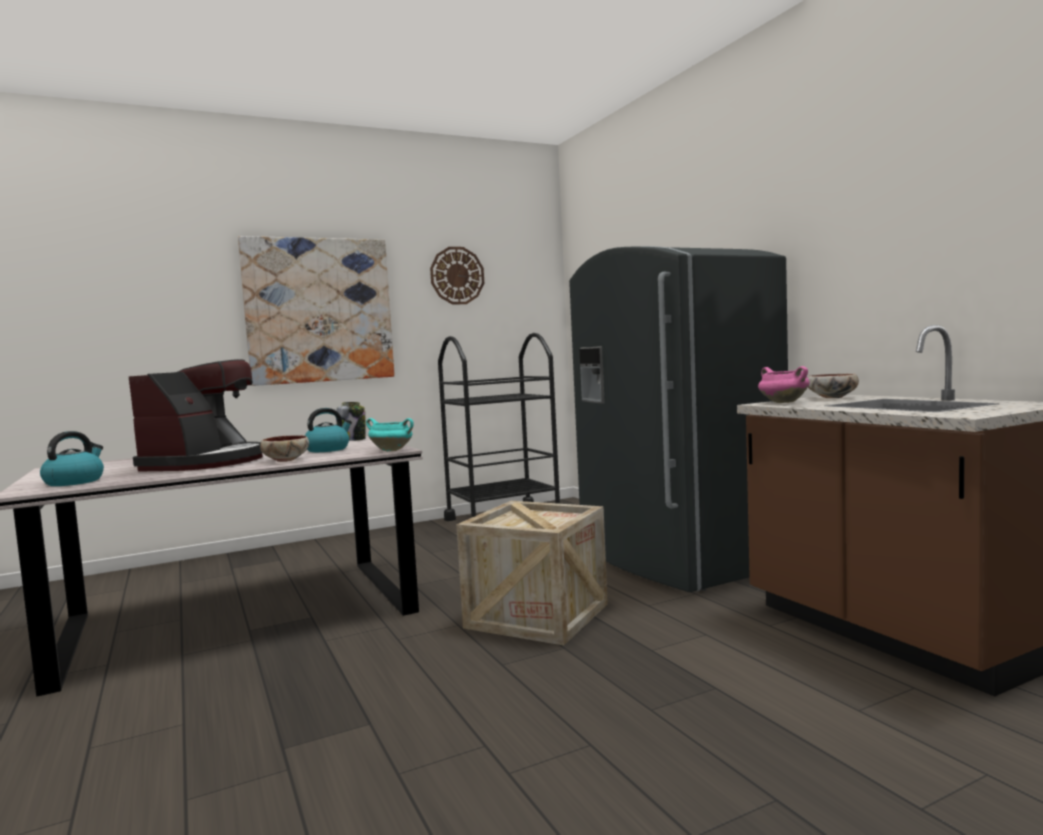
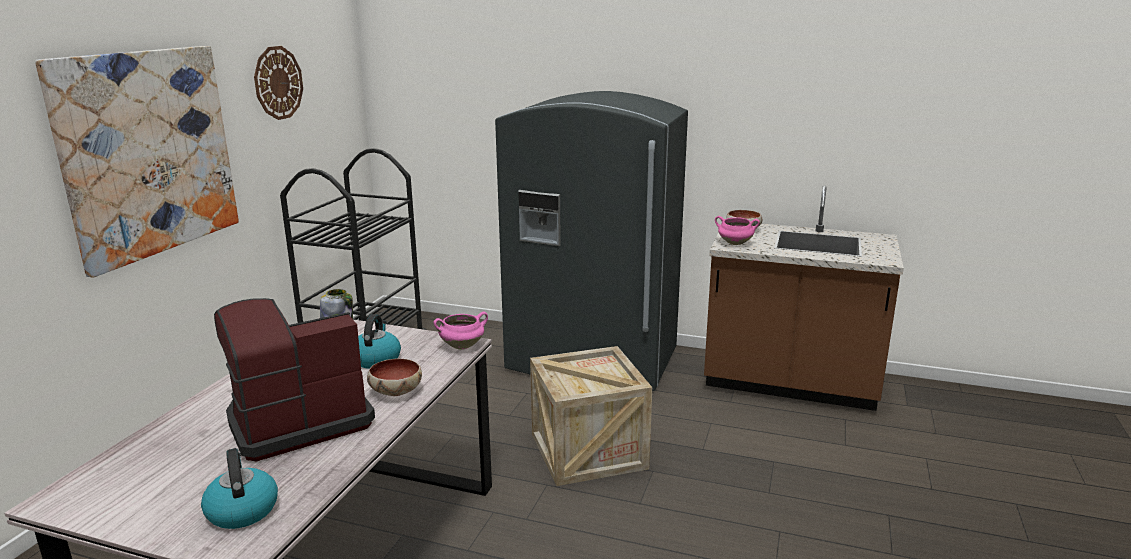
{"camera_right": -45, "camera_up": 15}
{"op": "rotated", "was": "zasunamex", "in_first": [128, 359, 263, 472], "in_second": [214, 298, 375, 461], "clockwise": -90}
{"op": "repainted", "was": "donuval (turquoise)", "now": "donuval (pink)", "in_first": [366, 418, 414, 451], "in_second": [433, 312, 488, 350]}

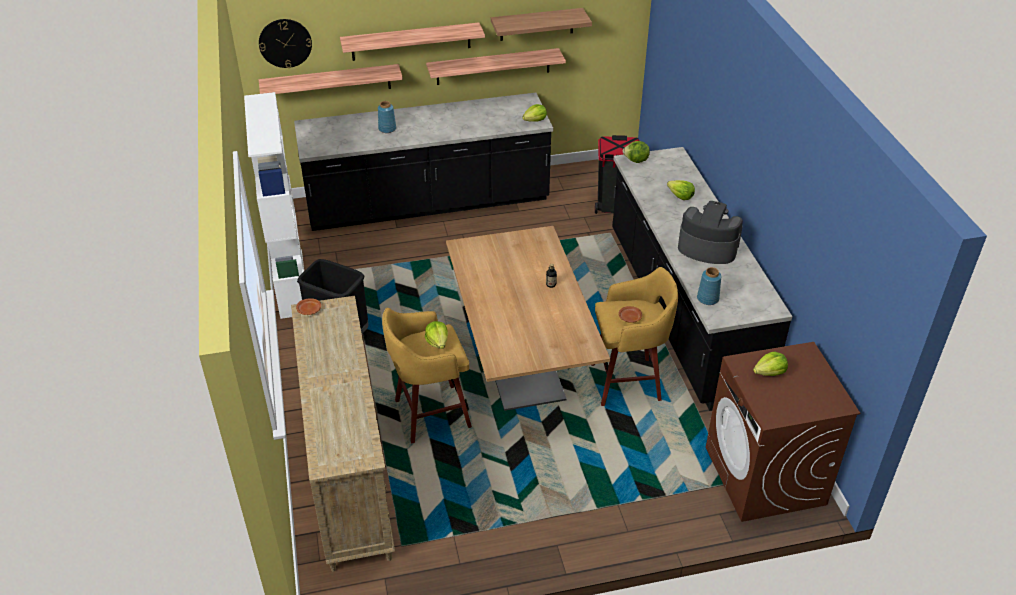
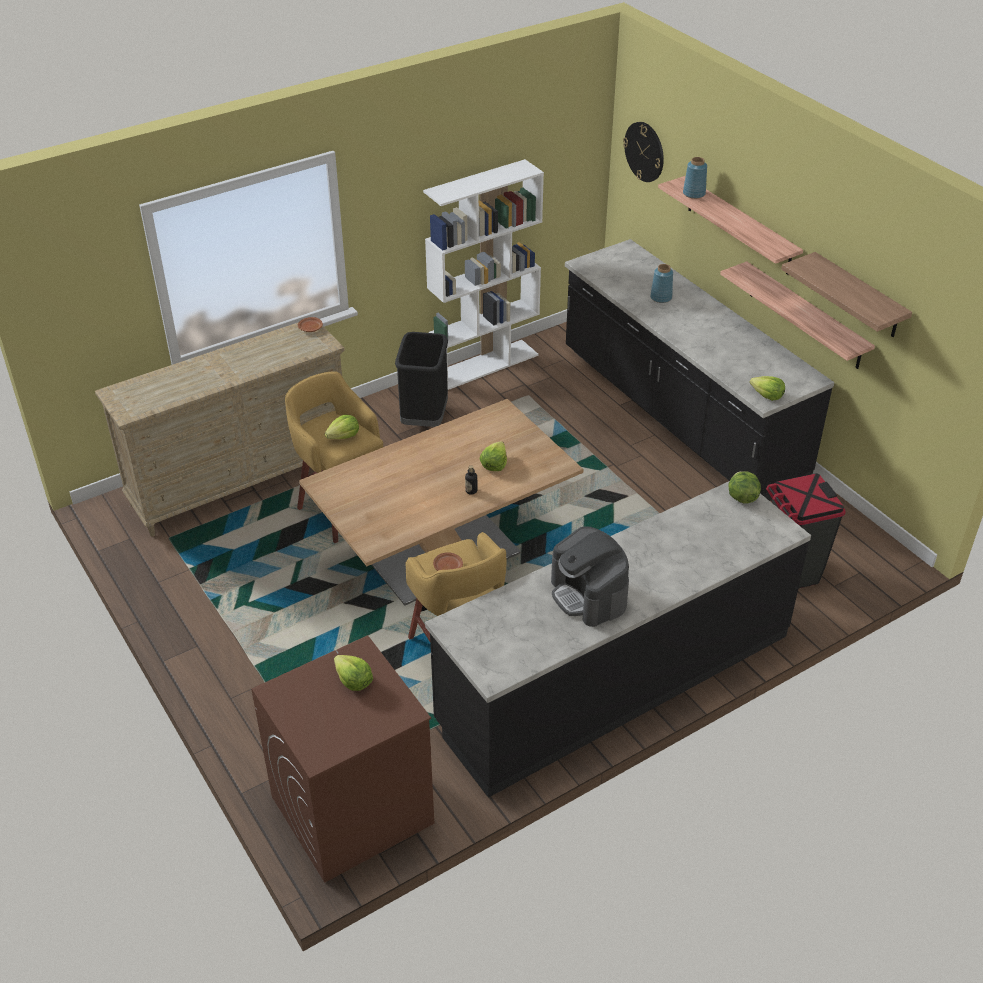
{"camera_right": 70, "camera_up": 0}
{"op": "gone", "was": "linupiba", "in_first": [259, 64, 403, 94]}
{"op": "shifted", "was": "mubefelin", "in_first": [667, 180, 695, 200], "in_second": [480, 441, 507, 471]}
{"op": "rotated", "was": "zasunamex", "in_first": [678, 201, 743, 264], "in_second": [551, 526, 629, 627], "clockwise": 150}
{"op": "shifted", "was": "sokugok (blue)", "in_first": [697, 267, 722, 305], "in_second": [683, 157, 707, 199]}

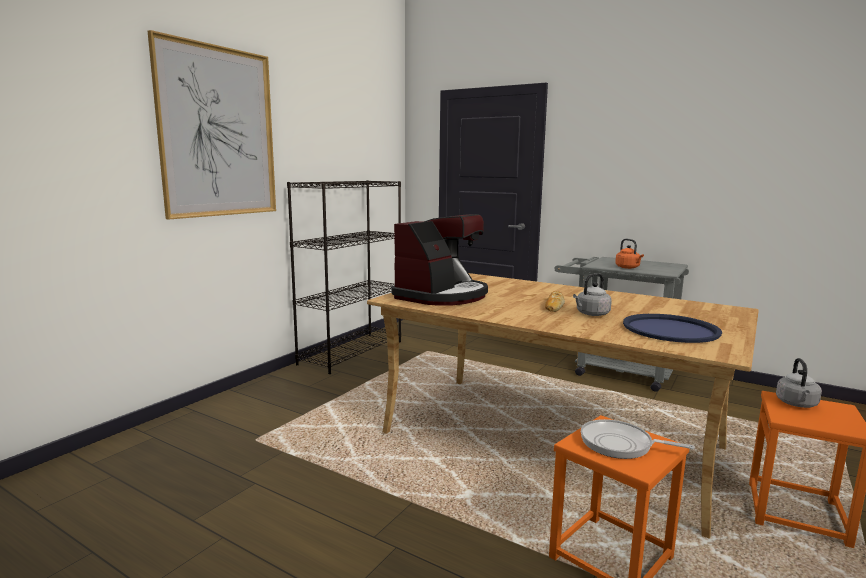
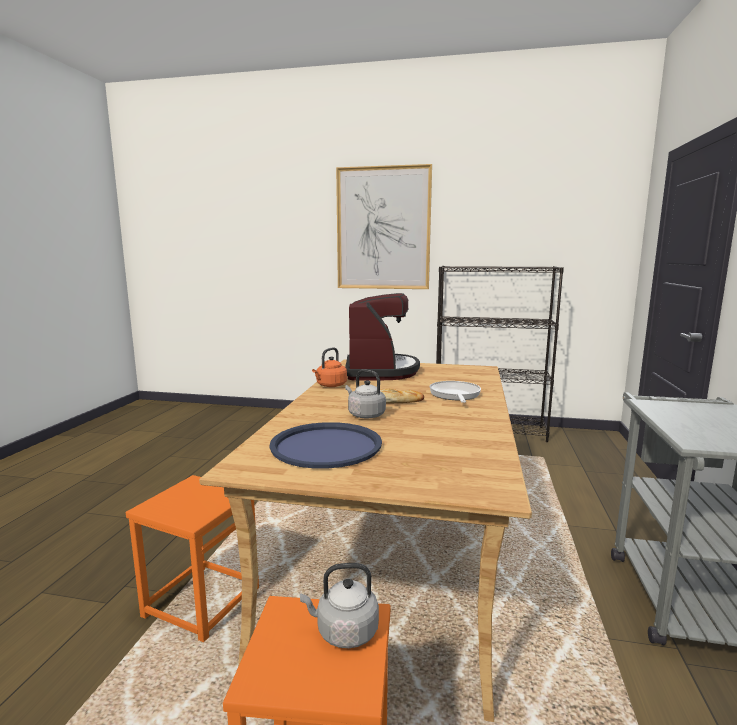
{"camera_right": 70, "camera_up": 0}
{"op": "rotated", "was": "zasunamex", "in_first": [391, 214, 488, 306], "in_second": [345, 293, 420, 380], "clockwise": -105}
{"op": "shifted", "was": "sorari", "in_first": [581, 419, 695, 459], "in_second": [430, 381, 481, 403]}
{"op": "shifted", "was": "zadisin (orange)", "in_first": [615, 239, 644, 269], "in_second": [312, 347, 347, 387]}

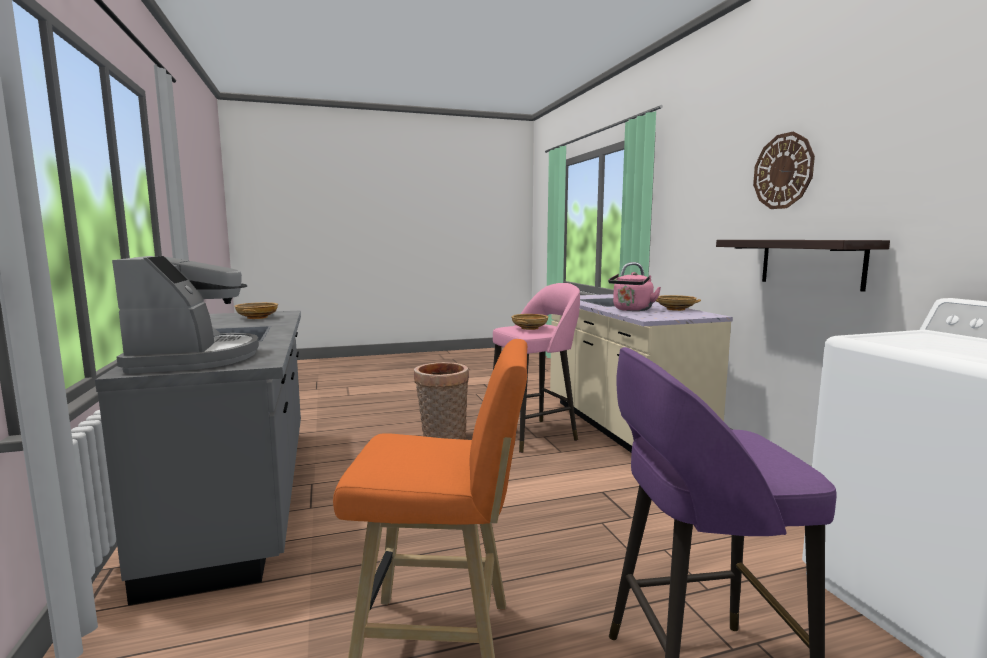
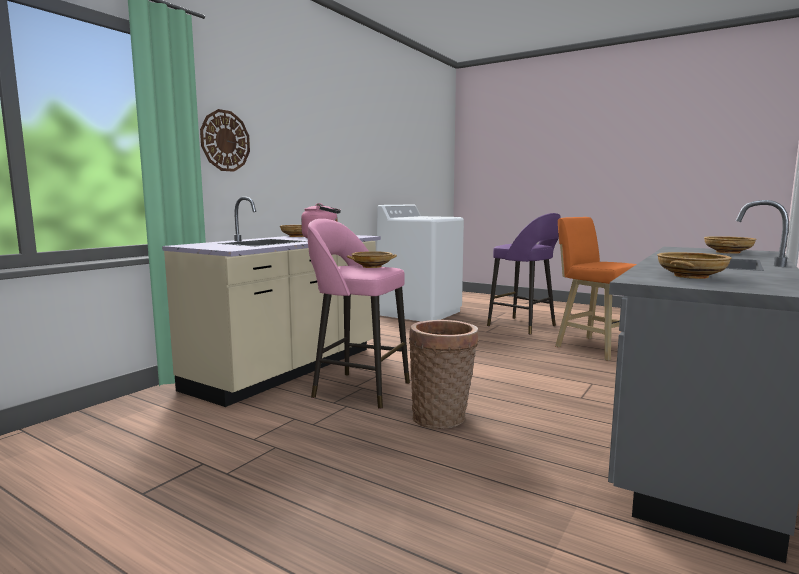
{"camera_right": -130, "camera_up": 0}
{"op": "swapped", "was": "zasunamex", "now": "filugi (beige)", "in_first": [112, 256, 259, 374], "in_second": [704, 236, 757, 254]}
{"op": "gone", "was": "linupiba", "in_first": [716, 240, 890, 292]}
{"op": "shifted", "was": "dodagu", "in_first": [753, 132, 815, 209], "in_second": [200, 109, 250, 172]}

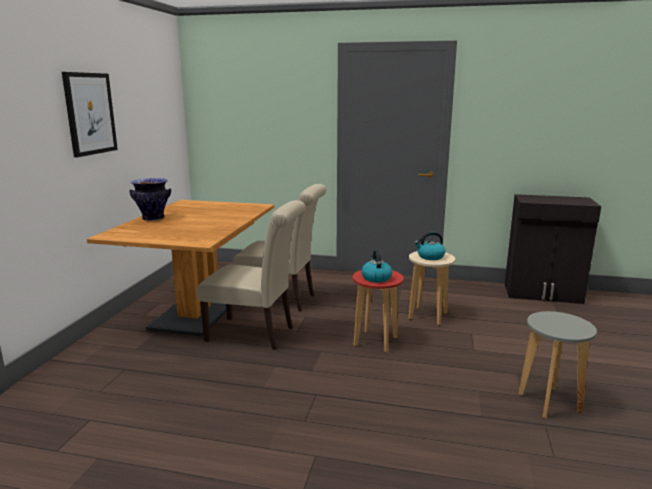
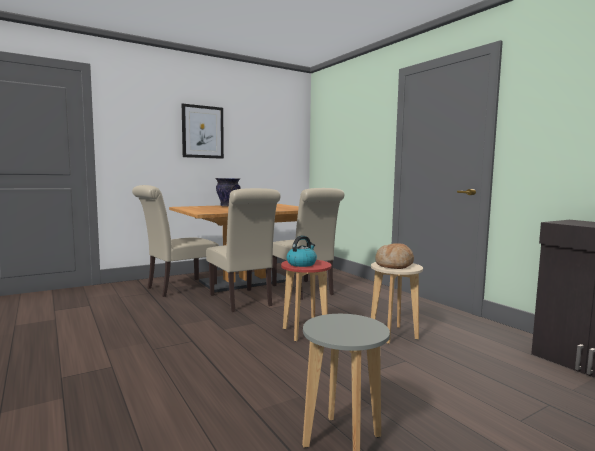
{"camera_right": 45, "camera_up": -10}
{"op": "swapped", "was": "zadisin", "now": "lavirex", "in_first": [414, 232, 445, 260], "in_second": [375, 243, 414, 269]}
{"op": "new", "now": "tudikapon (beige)", "in_second": [132, 185, 219, 297]}

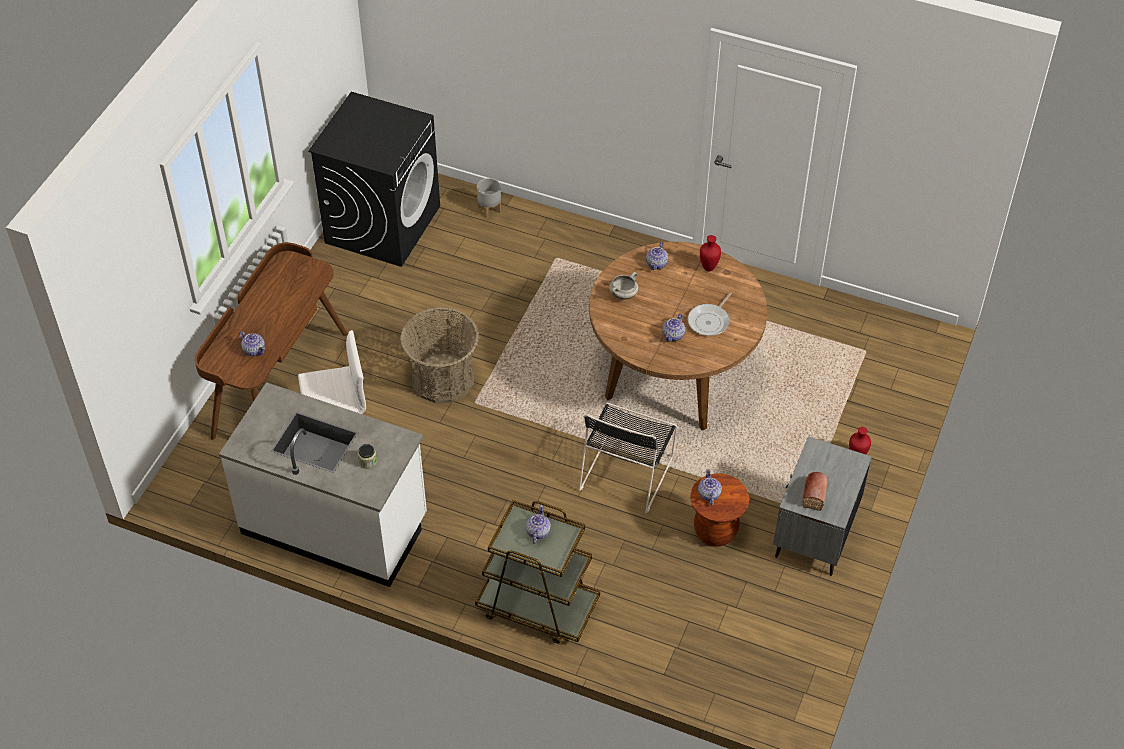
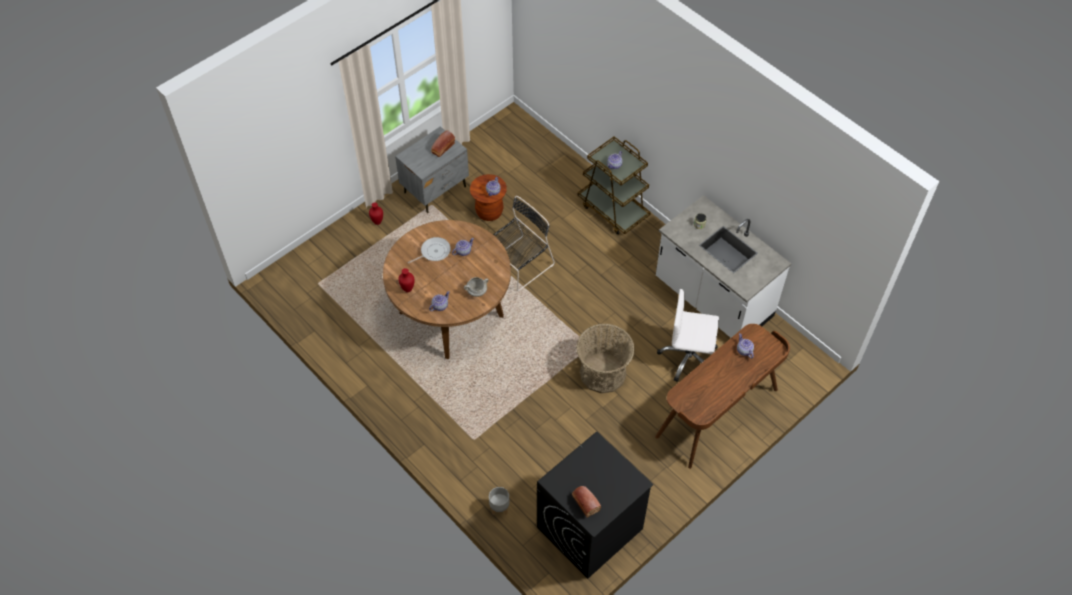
{"camera_right": -155, "camera_up": 5}
{"op": "new", "now": "lavirex", "in_second": [572, 486, 601, 518]}

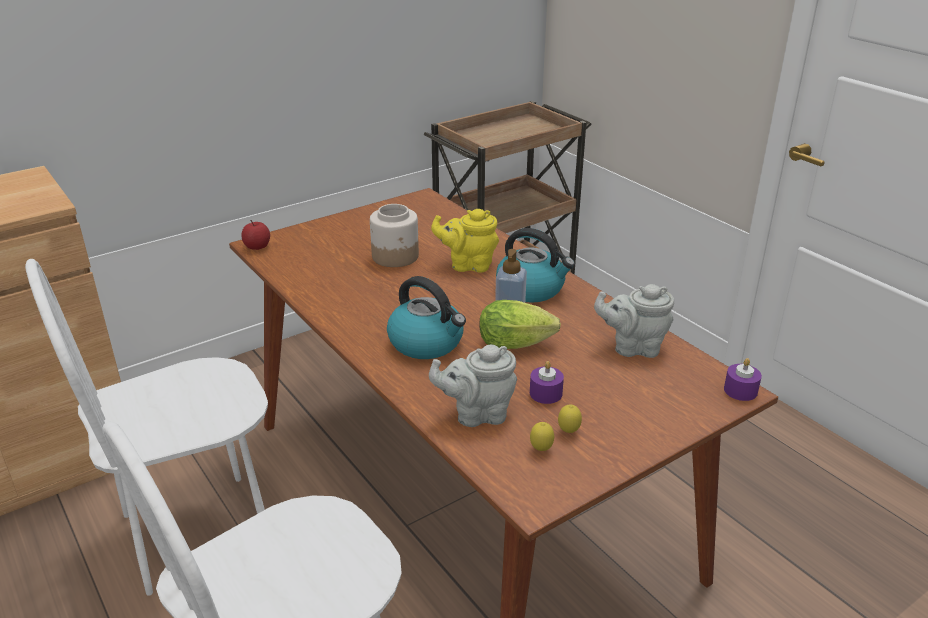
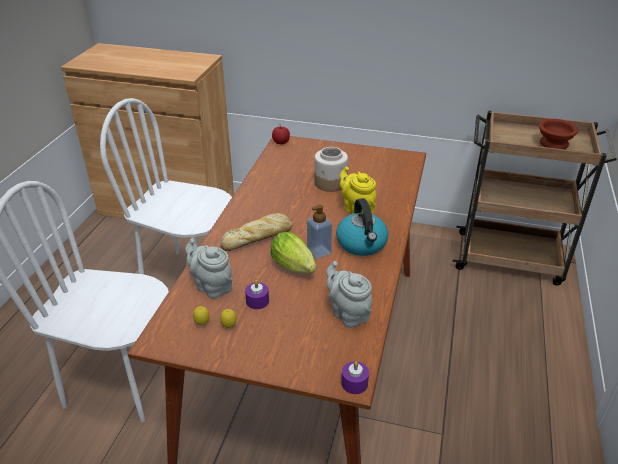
{"camera_right": 50, "camera_up": 5}
{"op": "swapped", "was": "zadisin", "now": "lavirex", "in_first": [387, 276, 466, 359], "in_second": [220, 213, 292, 251]}
{"op": "new", "now": "filugi (brown)", "in_second": [539, 119, 578, 149]}

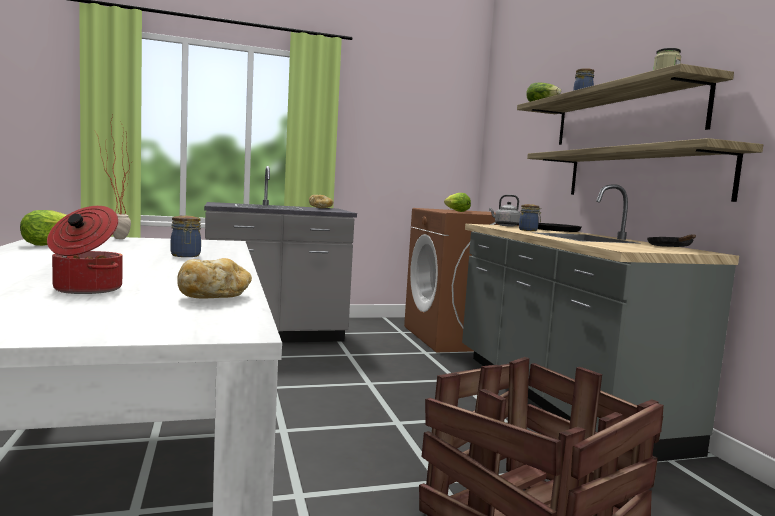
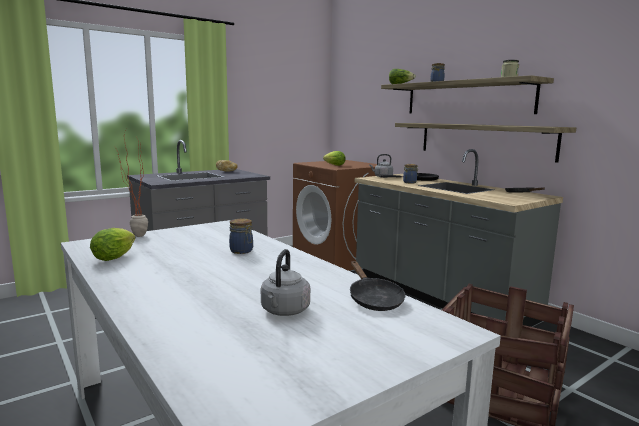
{"camera_right": -20, "camera_up": 5}
{"op": "swapped", "was": "donuval", "now": "zadisin (grey)", "in_first": [47, 206, 122, 294], "in_second": [261, 249, 310, 316]}
{"op": "swapped", "was": "lavirex", "now": "sorari (black)", "in_first": [177, 258, 252, 298], "in_second": [350, 261, 405, 311]}

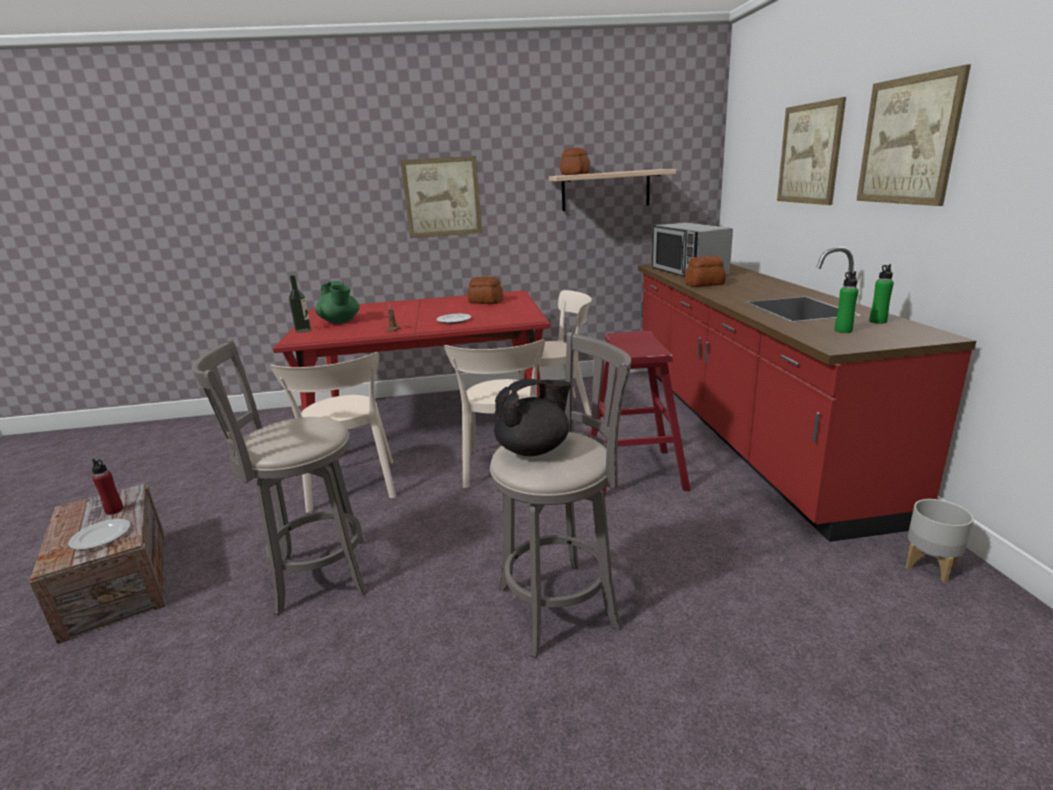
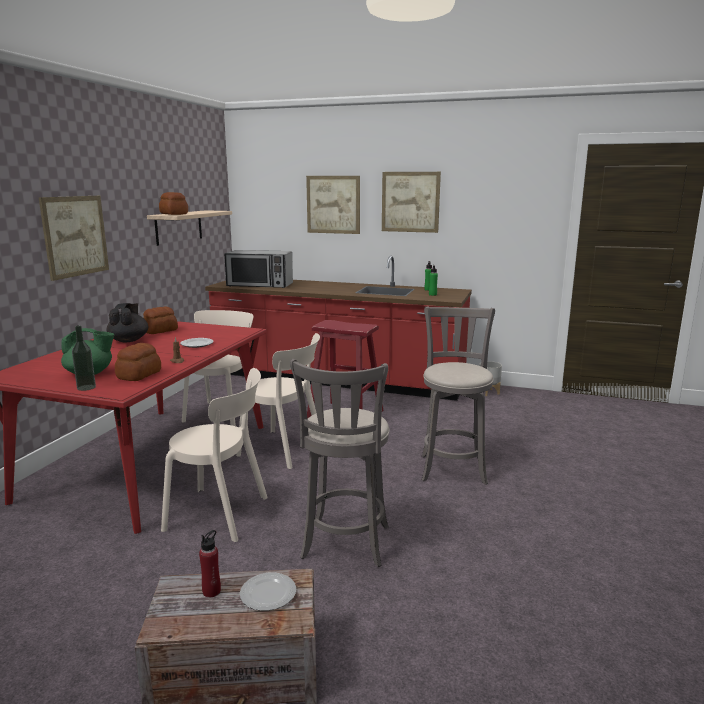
{"camera_right": -65, "camera_up": -5}
{"op": "shifted", "was": "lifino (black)", "in_first": [494, 379, 571, 456], "in_second": [107, 303, 148, 342]}
{"op": "shifted", "was": "lavirex", "in_first": [685, 256, 726, 287], "in_second": [115, 343, 161, 381]}

